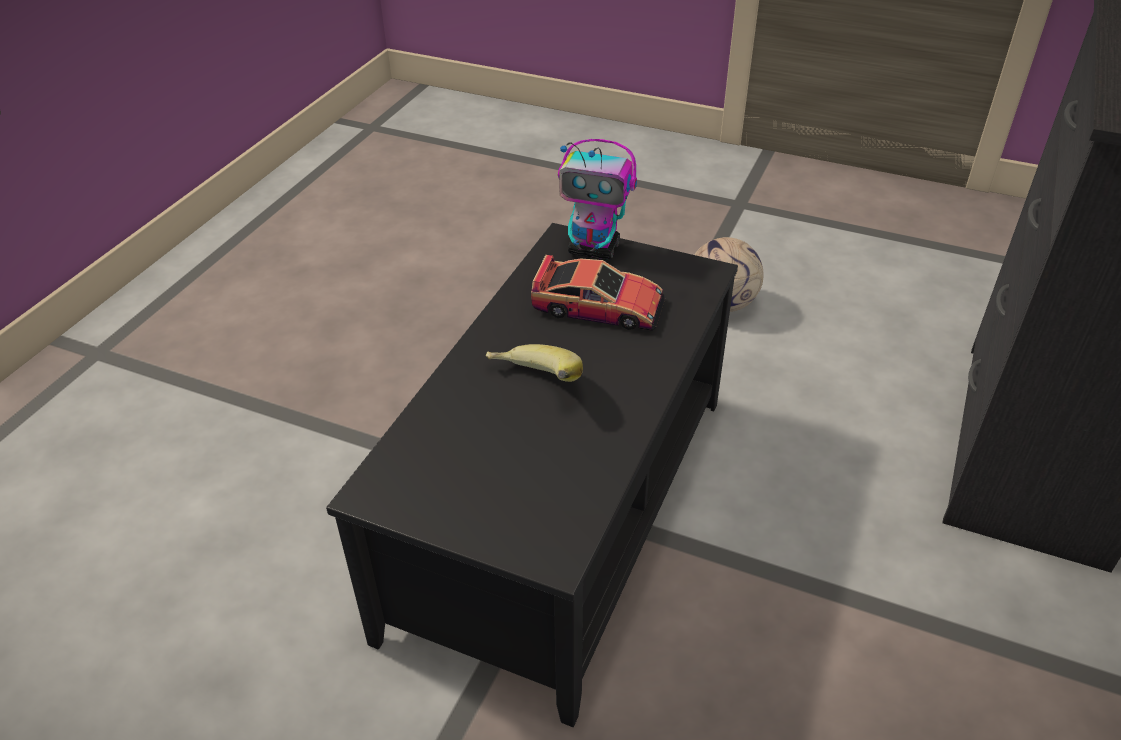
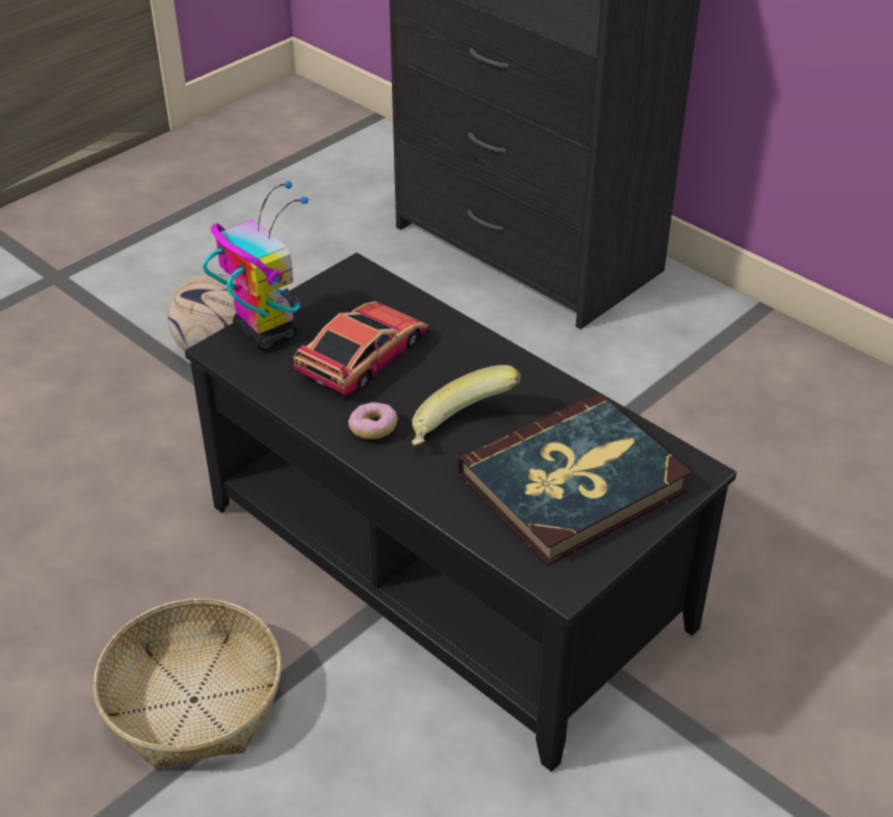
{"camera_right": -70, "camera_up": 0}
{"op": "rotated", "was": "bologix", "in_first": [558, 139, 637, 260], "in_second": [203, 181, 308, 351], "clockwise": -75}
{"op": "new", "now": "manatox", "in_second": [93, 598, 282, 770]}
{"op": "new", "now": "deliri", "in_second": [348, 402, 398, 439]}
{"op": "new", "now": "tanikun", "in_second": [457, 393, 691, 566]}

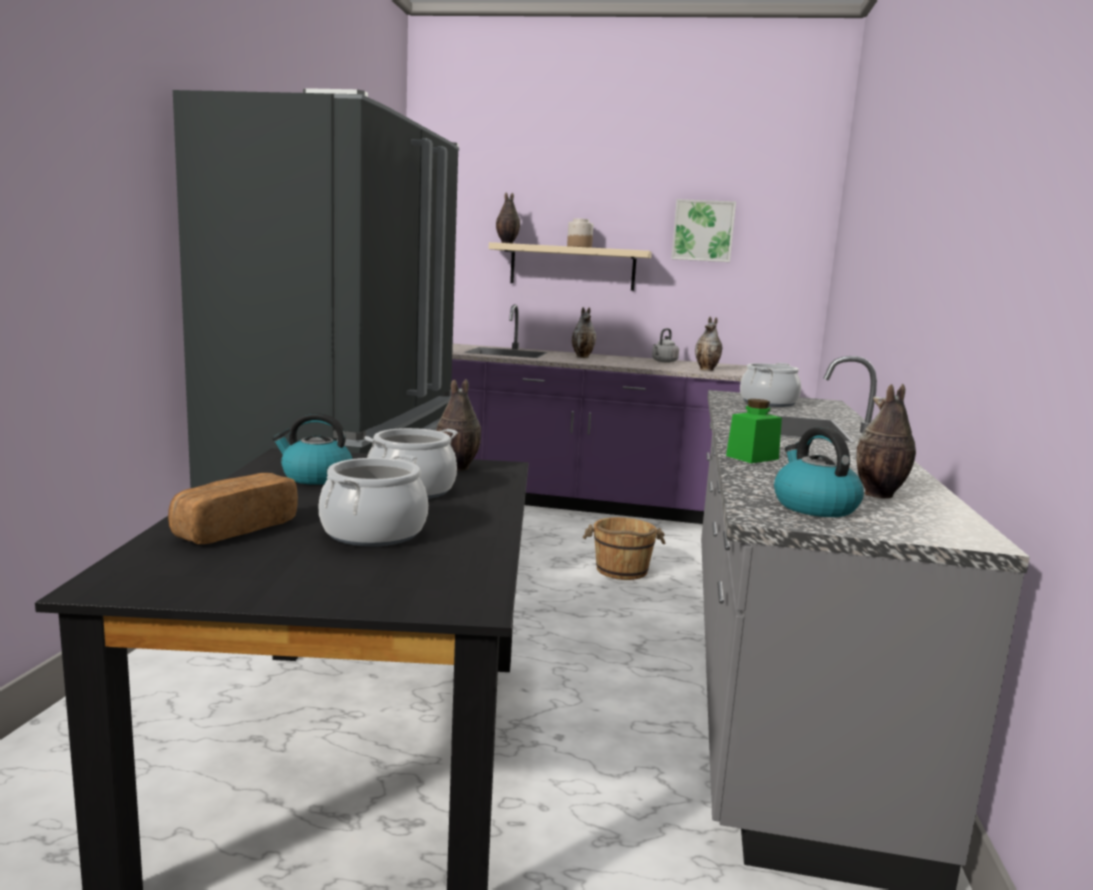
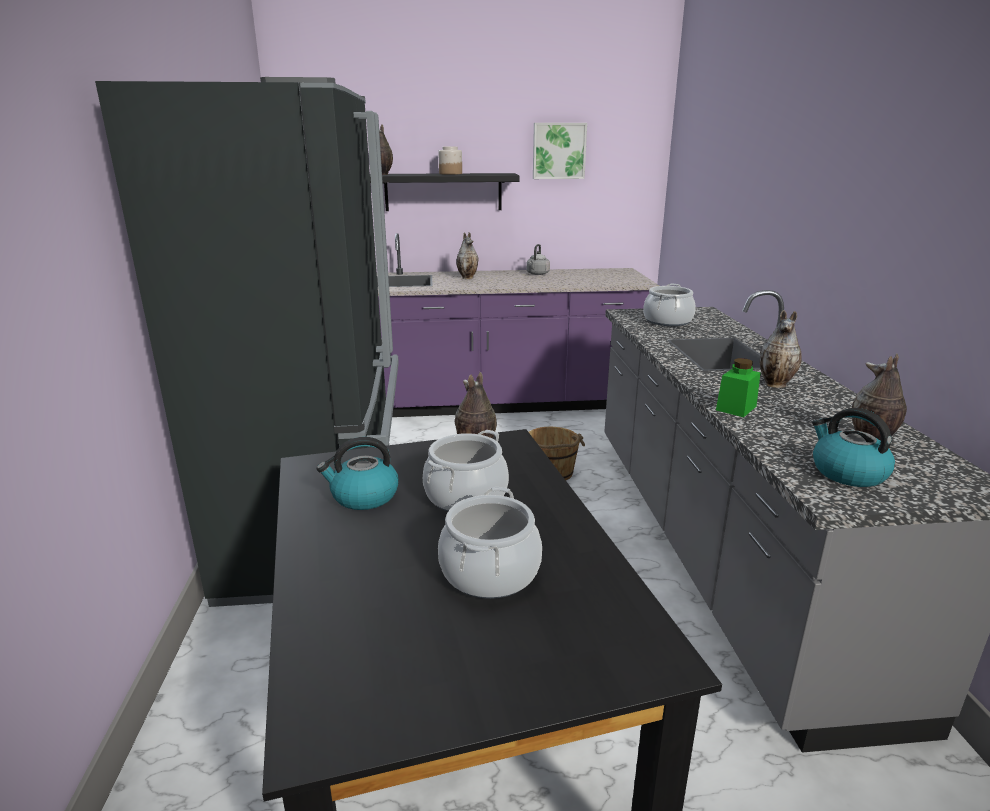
{"camera_right": -15, "camera_up": 10}
{"op": "gone", "was": "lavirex", "in_first": [168, 473, 298, 544]}
{"op": "repainted", "was": "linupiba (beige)", "now": "linupiba (black)", "in_first": [489, 242, 652, 291], "in_second": [370, 173, 520, 211]}
{"op": "shifted", "was": "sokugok", "in_first": [695, 317, 722, 371], "in_second": [760, 310, 802, 388]}

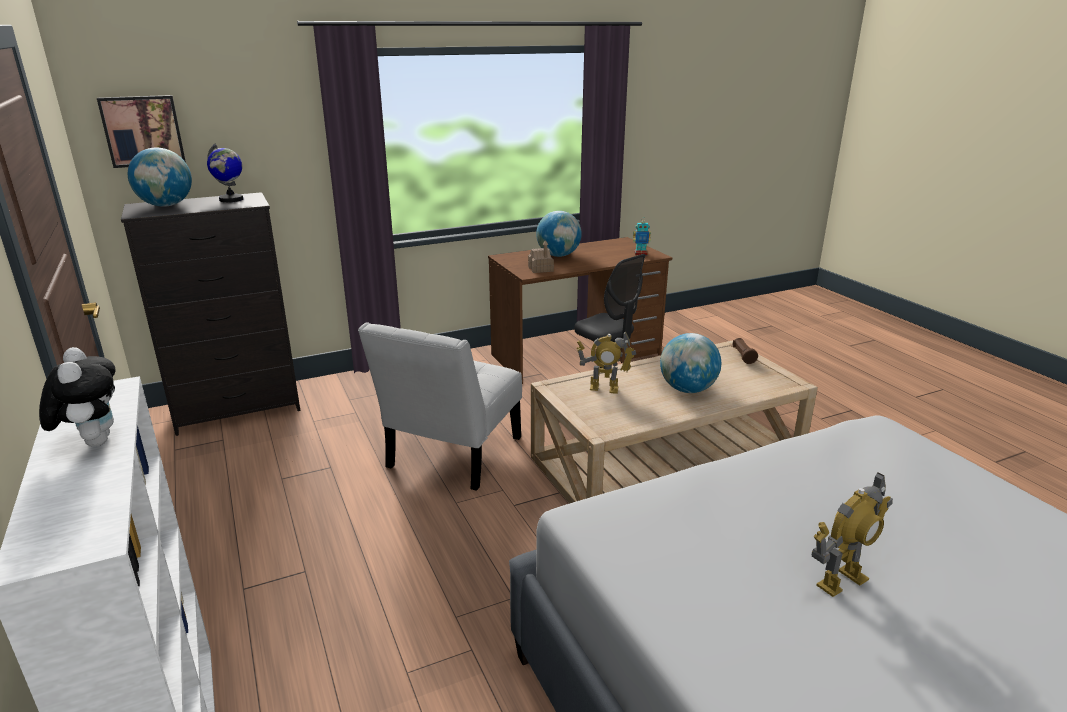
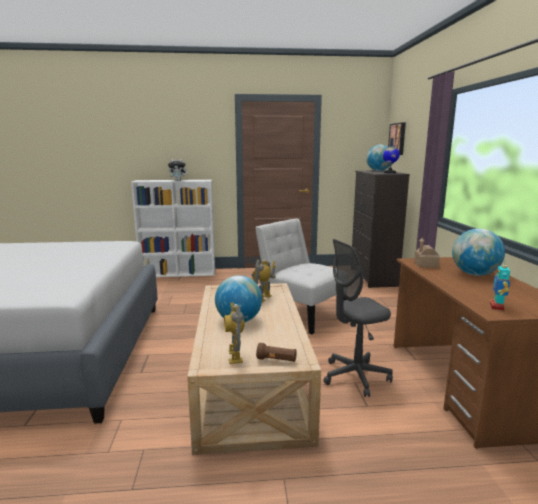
{"camera_right": 110, "camera_up": -10}
{"op": "shifted", "was": "bologix", "in_first": [812, 472, 893, 597], "in_second": [224, 302, 245, 364]}

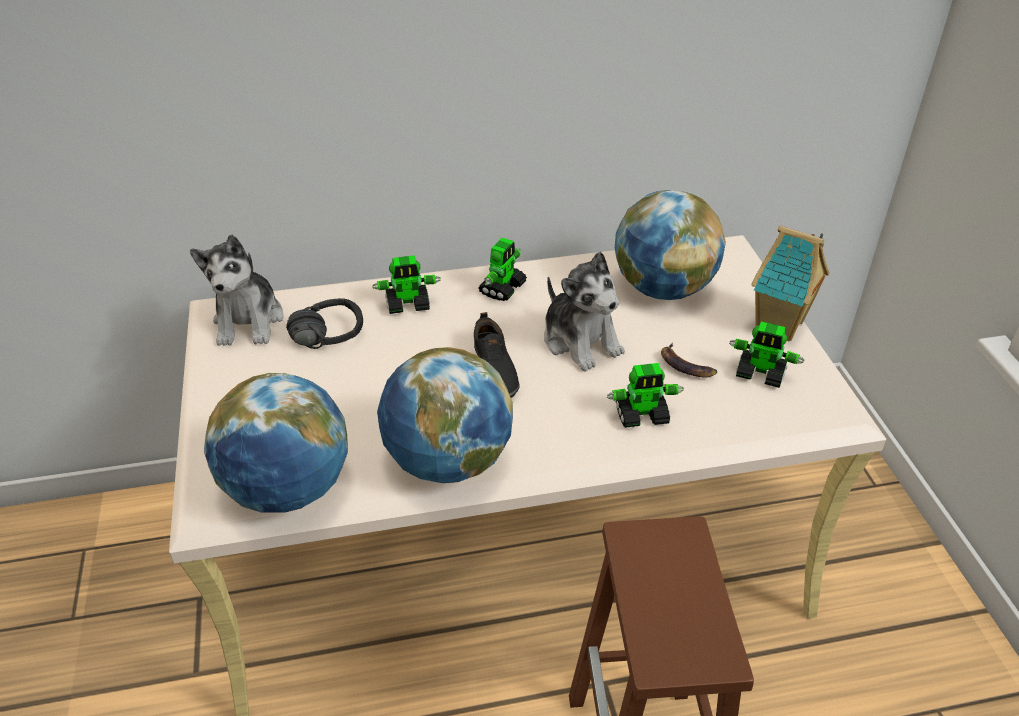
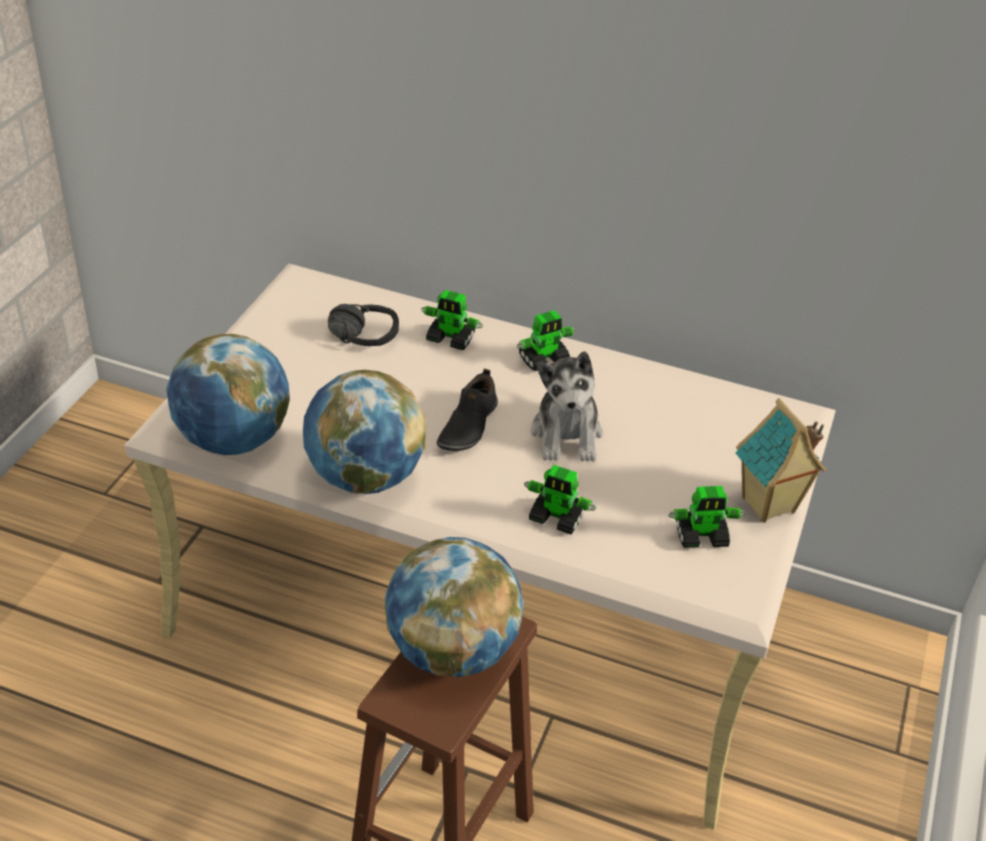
{"camera_right": 30, "camera_up": 0}
{"op": "gone", "was": "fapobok", "in_first": [190, 234, 284, 346]}
{"op": "shifted", "was": "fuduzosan", "in_first": [615, 190, 726, 300], "in_second": [385, 537, 524, 677]}
{"op": "gone", "was": "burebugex", "in_first": [661, 343, 717, 378]}
{"op": "rotated", "was": "bologix", "in_first": [729, 322, 805, 388], "in_second": [668, 486, 746, 548], "clockwise": -60}

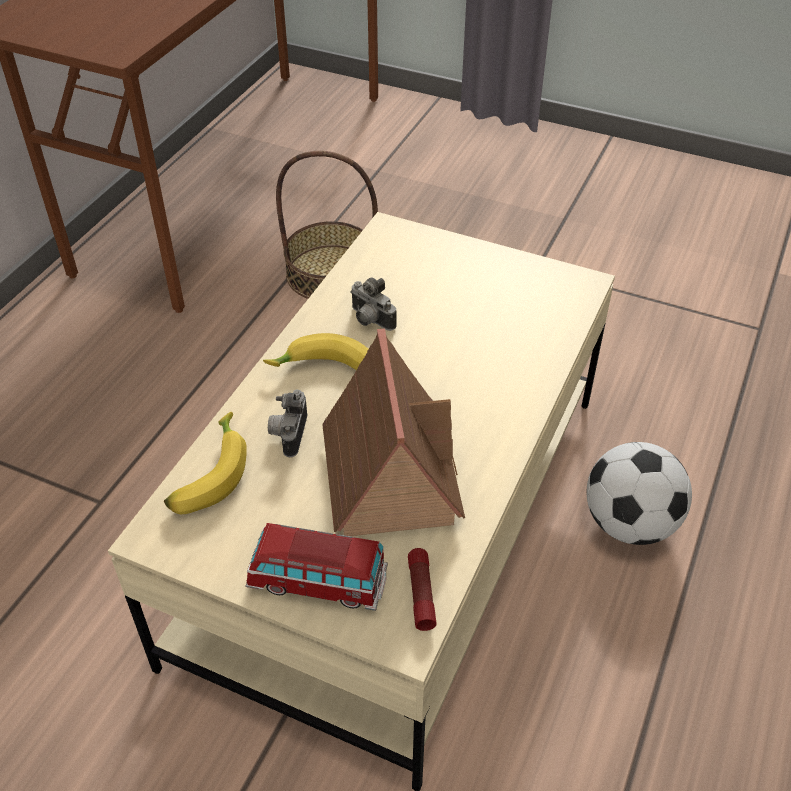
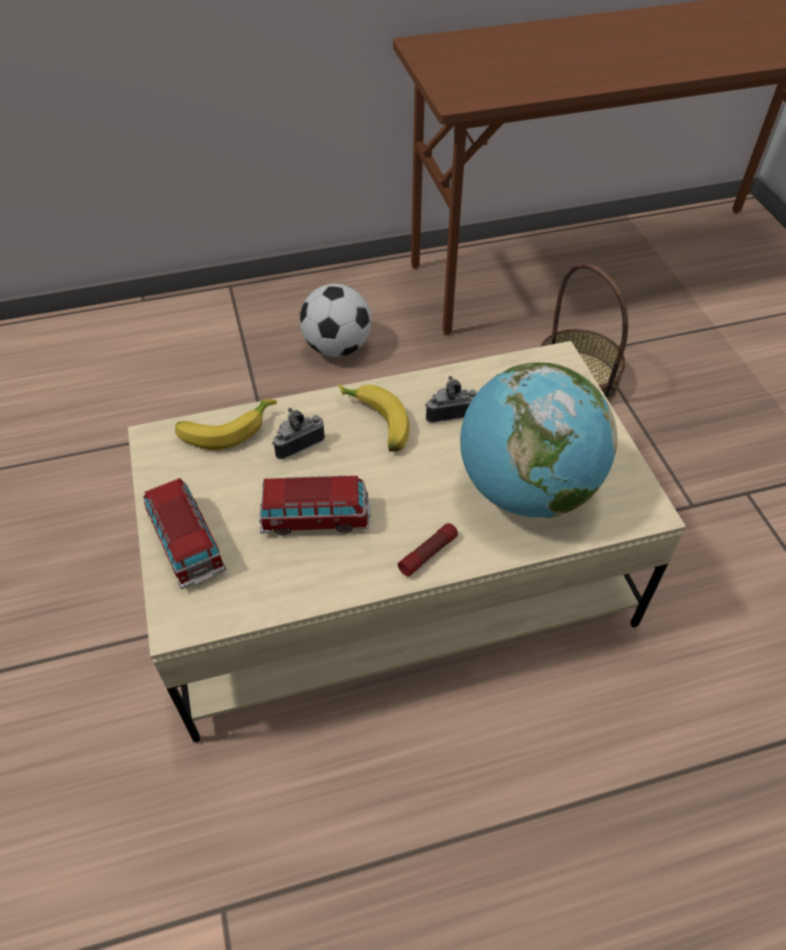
{"camera_right": 50, "camera_up": 5}
{"op": "swapped", "was": "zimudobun", "now": "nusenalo", "in_first": [322, 328, 465, 536], "in_second": [259, 476, 370, 535]}
{"op": "rotated", "was": "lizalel", "in_first": [350, 277, 397, 331], "in_second": [425, 376, 477, 423], "clockwise": 75}
{"op": "shifted", "was": "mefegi", "in_first": [408, 548, 437, 631], "in_second": [398, 523, 458, 577]}
{"op": "shifted", "was": "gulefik", "in_first": [587, 442, 692, 545], "in_second": [299, 284, 372, 357]}
{"op": "new", "now": "fuduzosan", "in_second": [460, 362, 617, 518]}

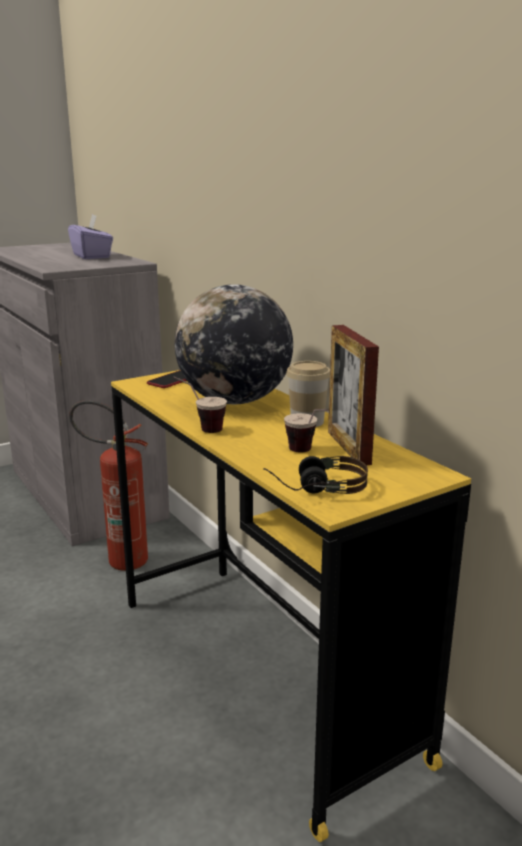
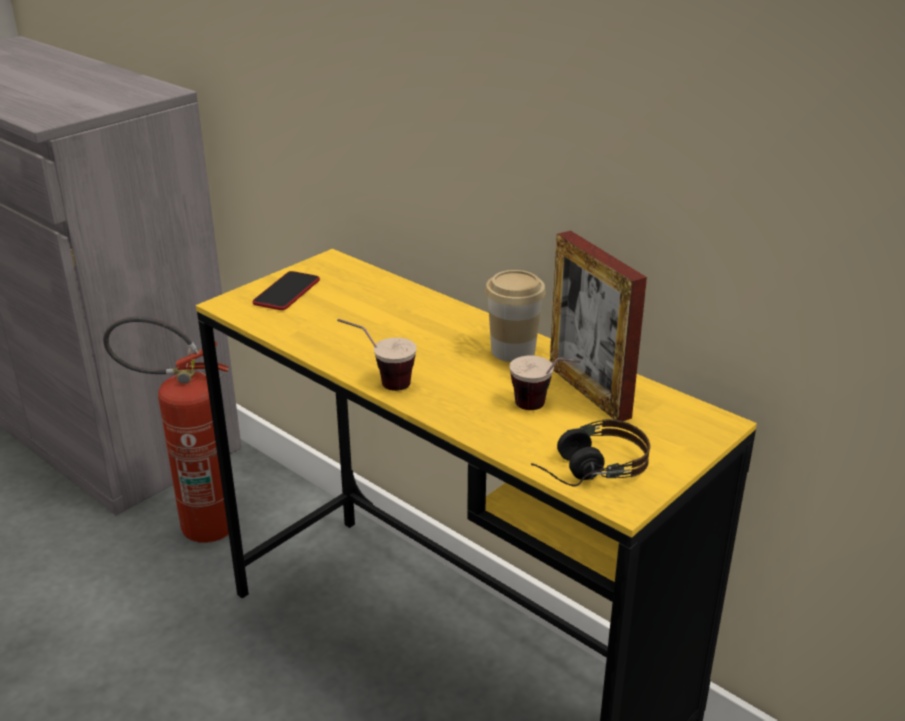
{"camera_right": -15, "camera_up": 10}
{"op": "gone", "was": "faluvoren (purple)", "in_first": [68, 214, 113, 259]}
{"op": "gone", "was": "fuduzosan", "in_first": [175, 284, 293, 404]}

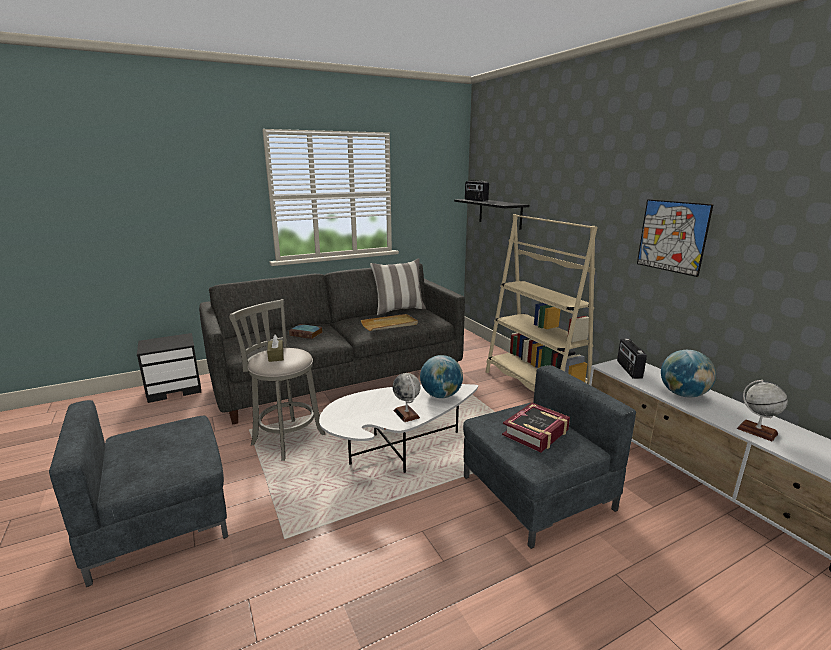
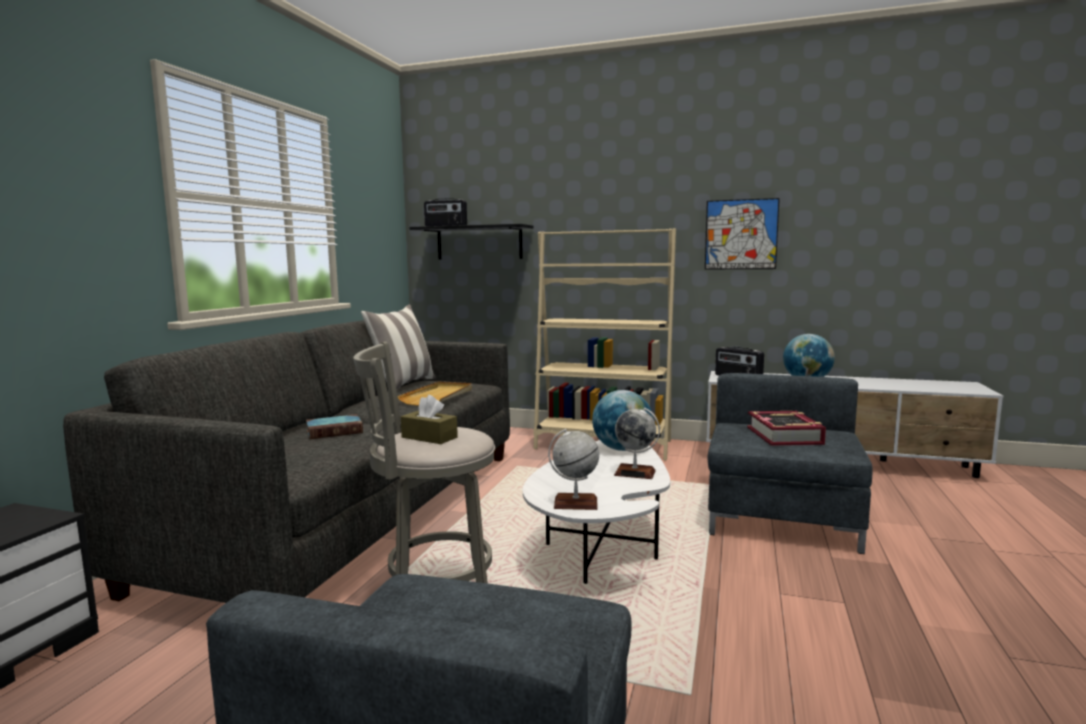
{"camera_right": -45, "camera_up": -10}
{"op": "shifted", "was": "fuduzosan", "in_first": [737, 380, 788, 442], "in_second": [548, 429, 599, 510]}

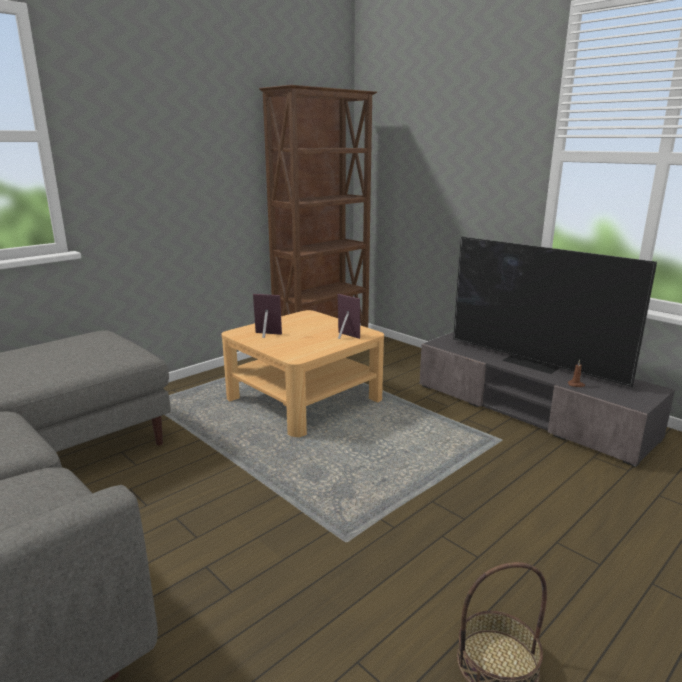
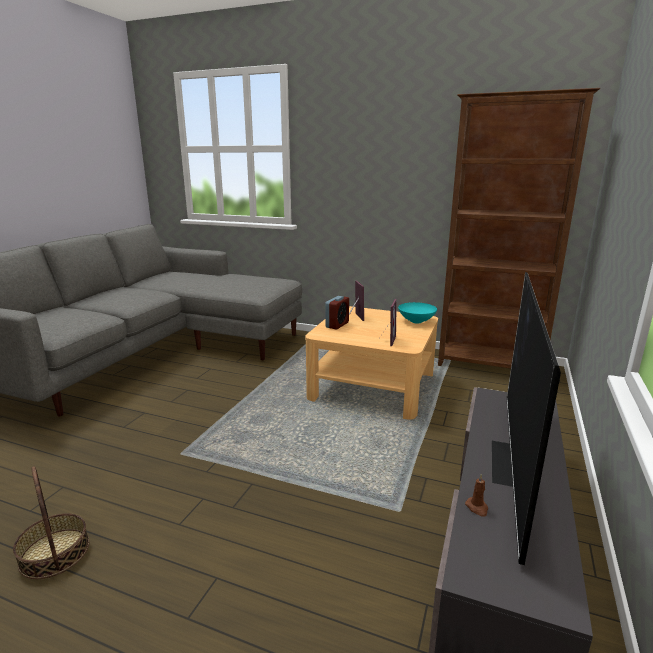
{"camera_right": 65, "camera_up": 0}
{"op": "new", "now": "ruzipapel", "in_second": [325, 296, 349, 330]}
{"op": "new", "now": "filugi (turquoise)", "in_second": [398, 302, 437, 323]}

